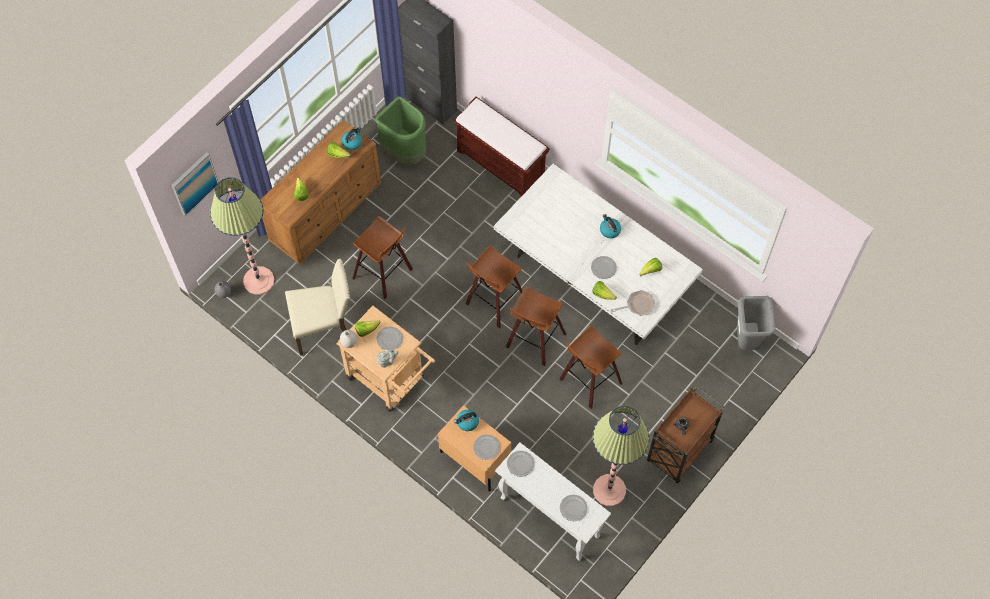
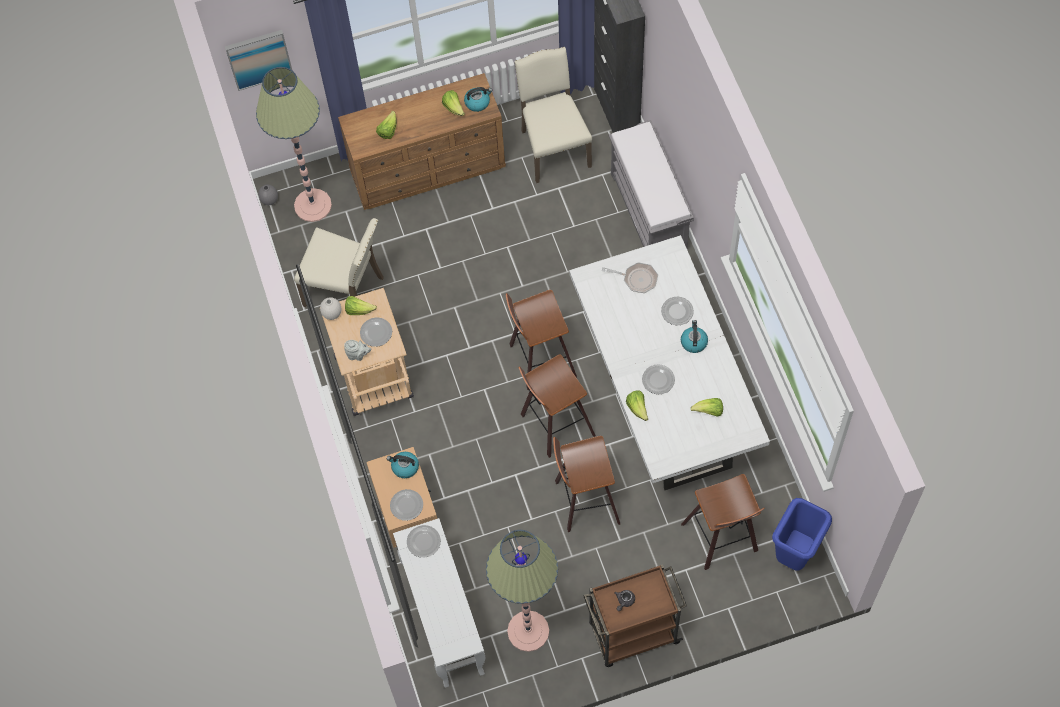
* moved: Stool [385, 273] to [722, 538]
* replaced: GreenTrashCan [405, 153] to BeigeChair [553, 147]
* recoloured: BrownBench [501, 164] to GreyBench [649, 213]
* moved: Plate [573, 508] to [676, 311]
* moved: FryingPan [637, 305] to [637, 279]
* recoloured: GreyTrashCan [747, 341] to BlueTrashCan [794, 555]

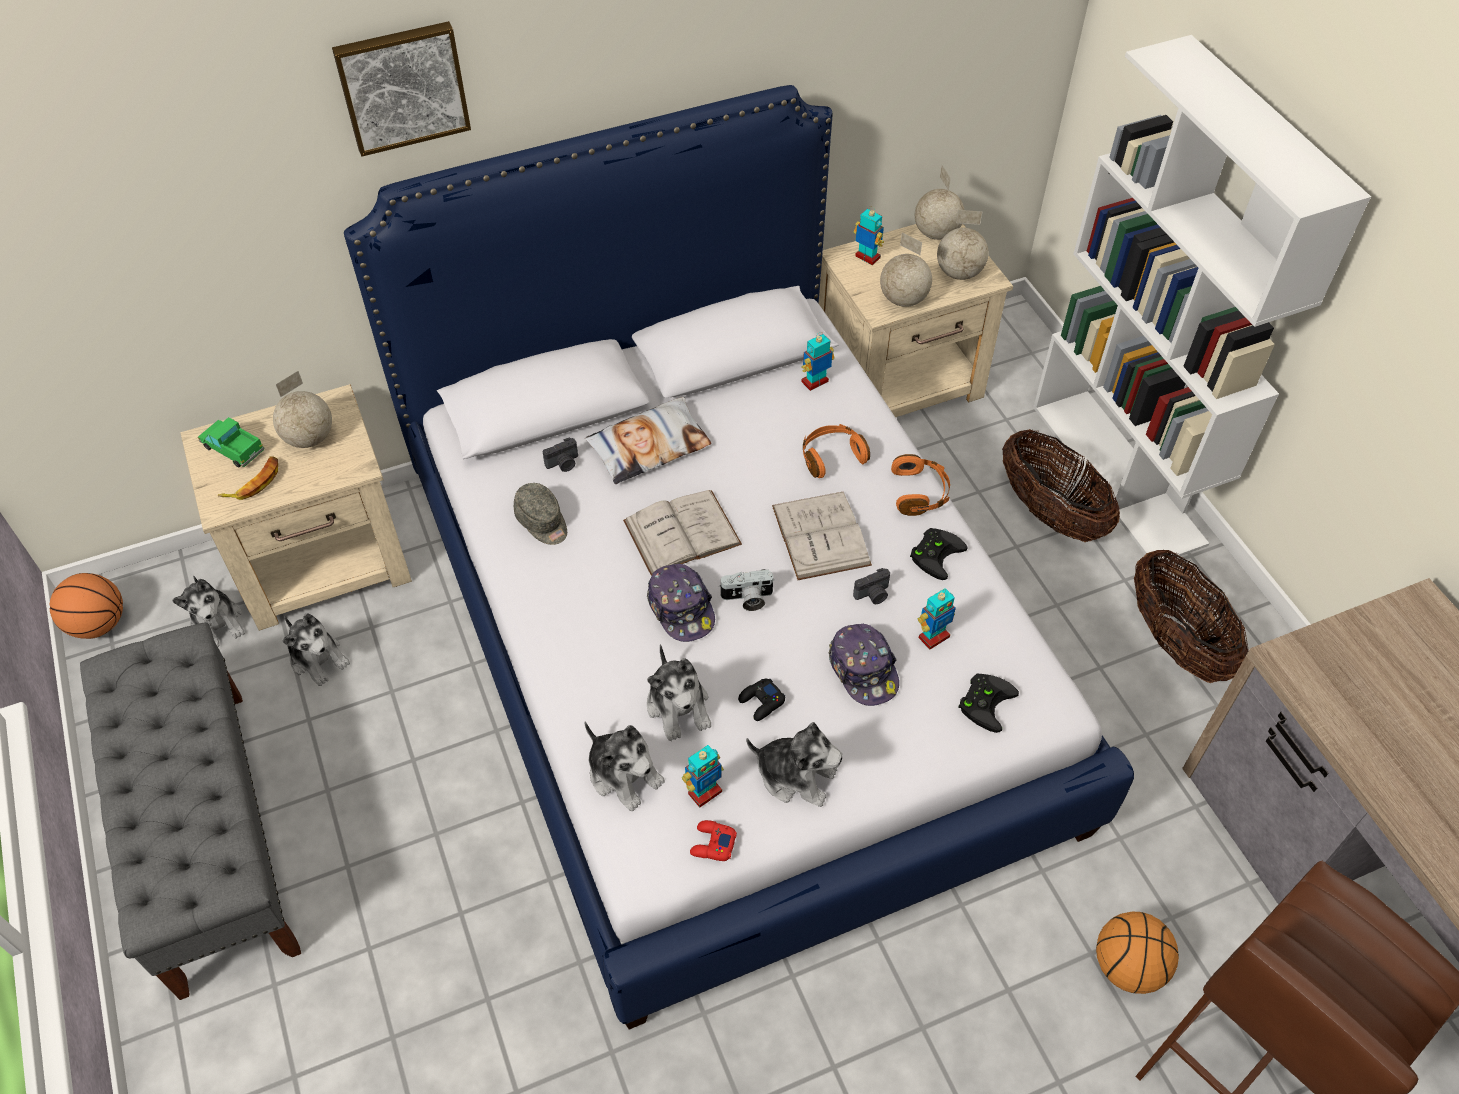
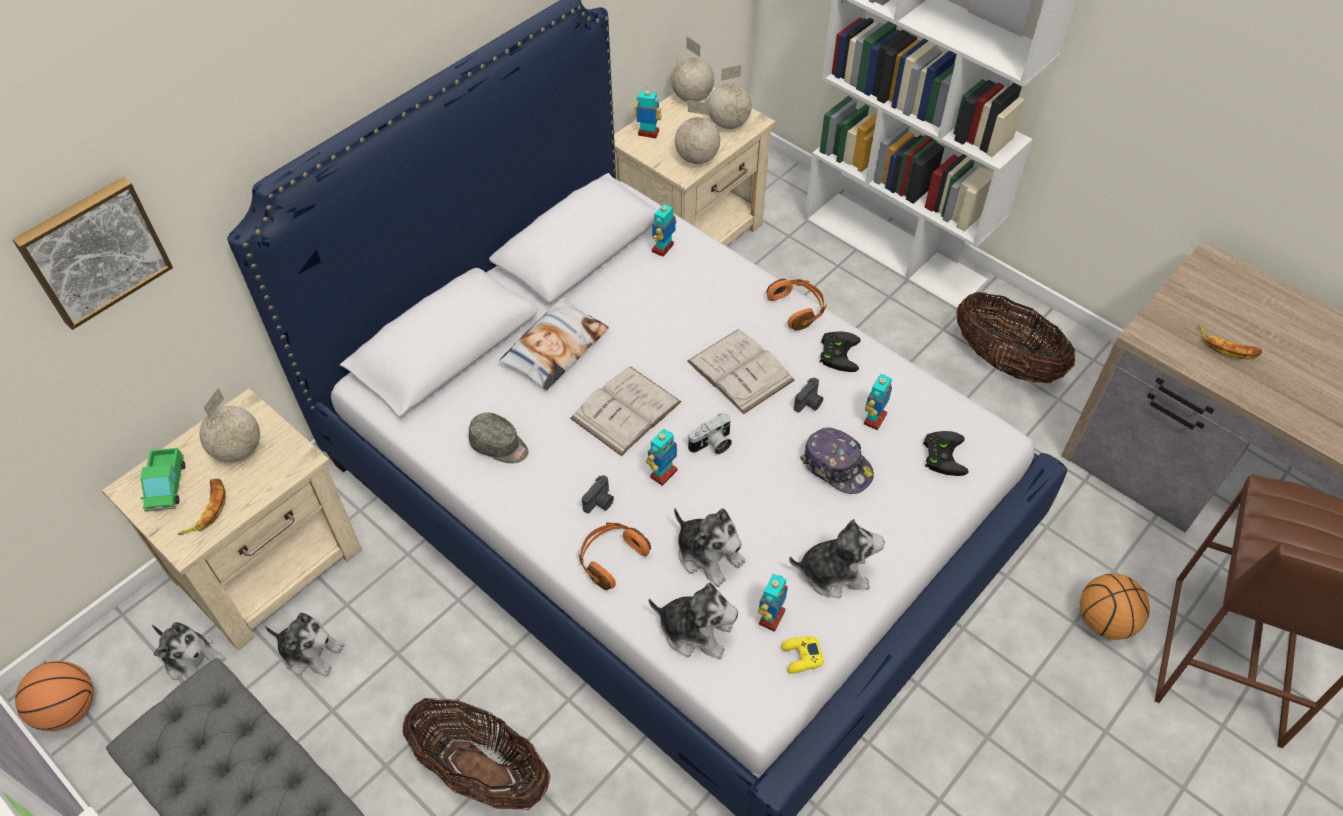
* turned: ToyTruck [233, 448] = [166, 486] 105 degrees counterclockwise
* moved: Picture [402, 86] to [93, 251]
* moved: PhotoCamera [563, 464] to [600, 502]
* replaced: Cap [681, 608] to ToyRobot [663, 473]
* recoloured: RedGameController [712, 844] to YellowGameController [801, 657]
* removed: BlackGameController [761, 702]
* moved: OrangeHeadphones [832, 456] to [611, 558]
* moved: Basket [1050, 513] to [482, 771]
* added: Banana [1227, 346]

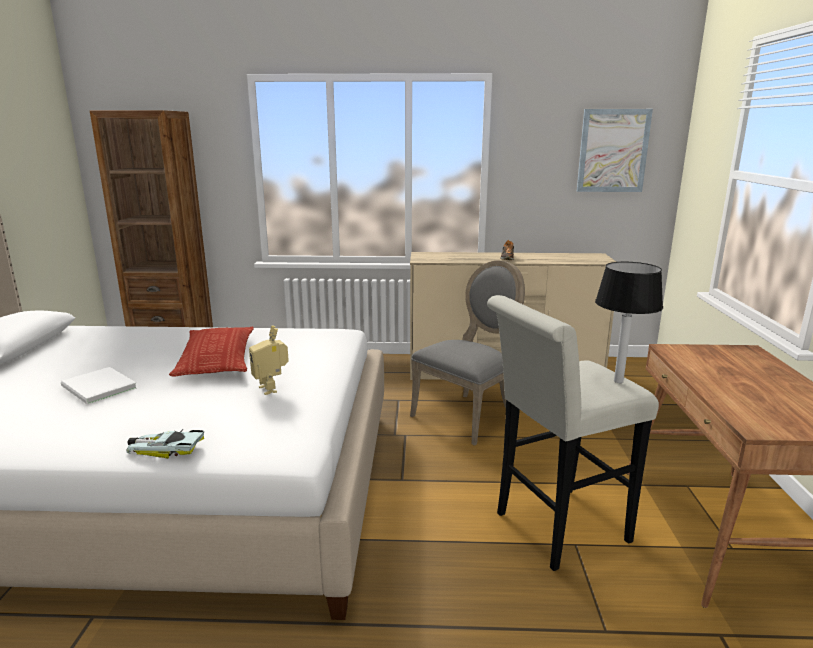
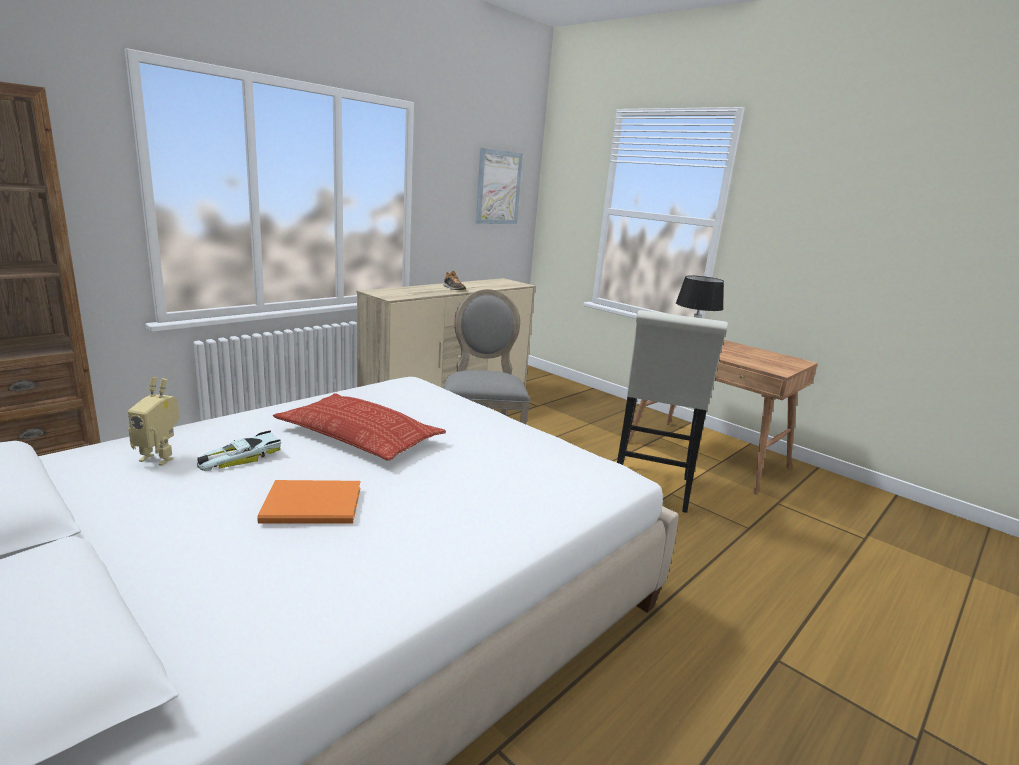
* recoloured: WhiteBook [98, 388] to OrangeBook [315, 506]
* moved: ToyCar [165, 448] to [238, 457]
* moved: ToyRobot [271, 389] to [160, 458]

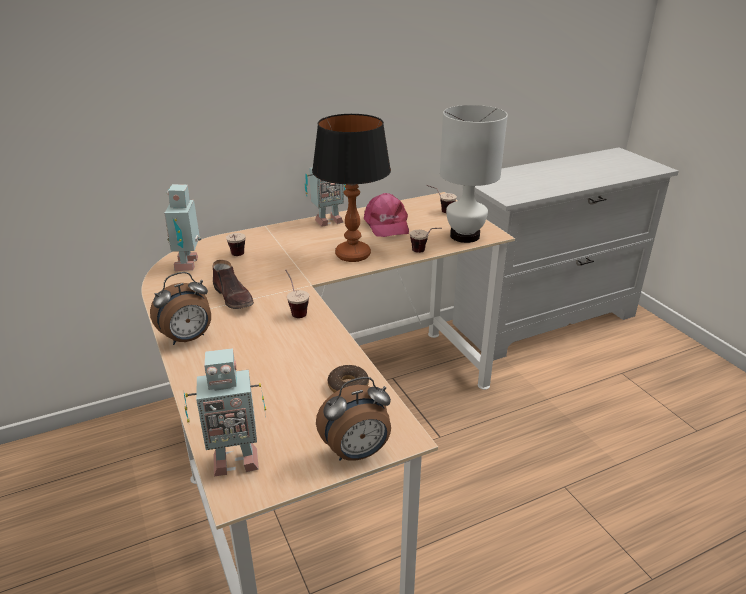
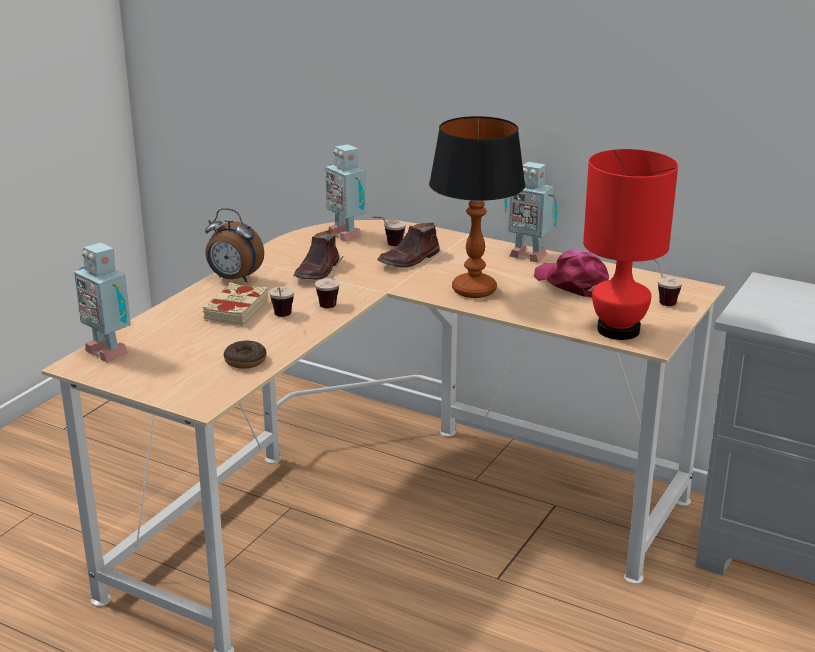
* turned: ToyRobot [189, 264] = [346, 234] 90 degrees counterclockwise
* removed: AlarmClock [357, 453]
* turned: PinkCap [386, 224] = [572, 283] 105 degrees clockwise
* moved: Cup [425, 252] to [281, 318]
* recoloured: WhiteTableLamp [464, 235] to RedTableLamp [618, 330]
* added: BeigeBook [235, 310]
* added: BrownShoe [409, 260]

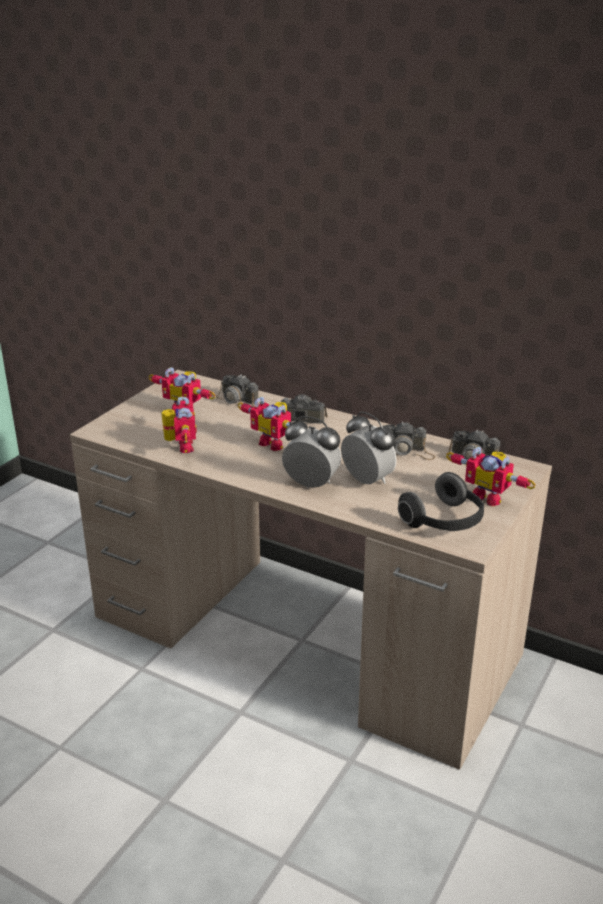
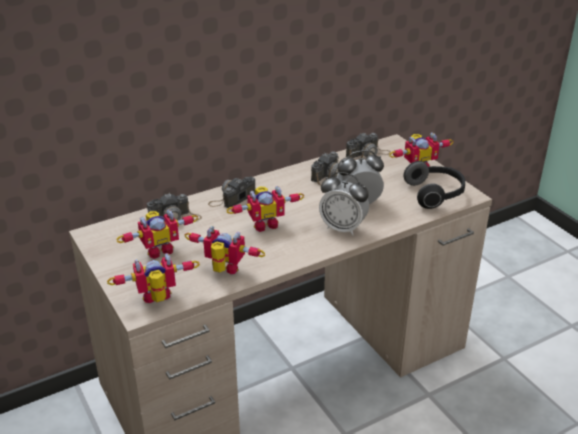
* turned: AlarmClock [311, 484] = [343, 228] 120 degrees counterclockwise
* added: ToyRobot [158, 300]

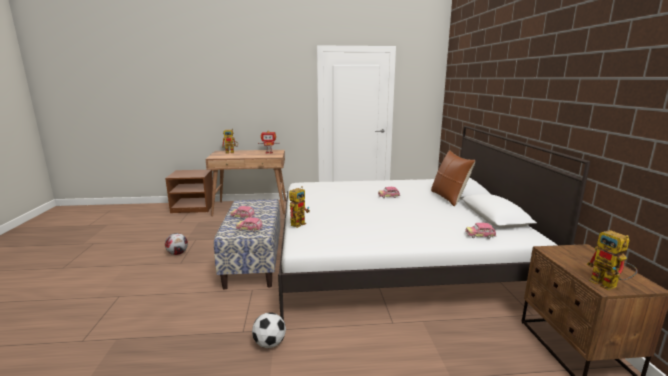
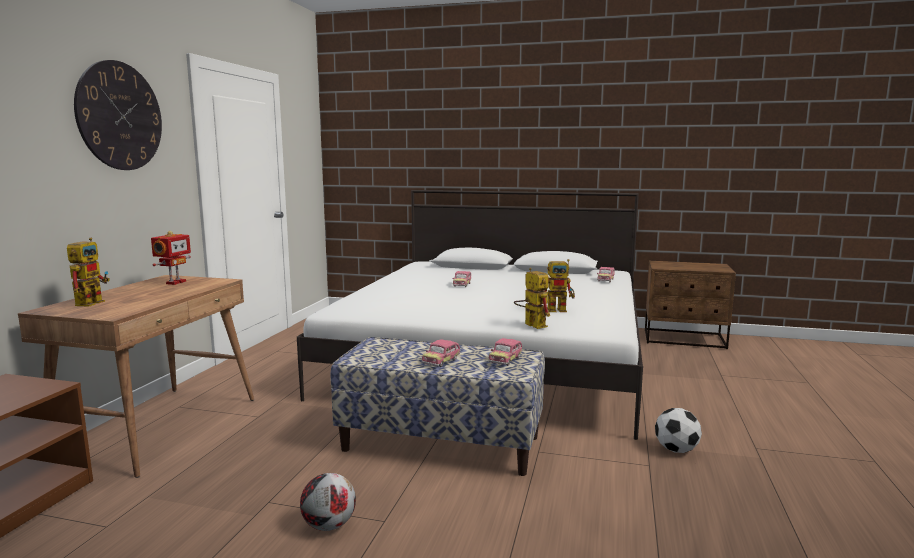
* removed: BrownPillow [449, 198]
* moved: ToyRobot [609, 285] to [560, 310]
* added: WallClock [120, 116]

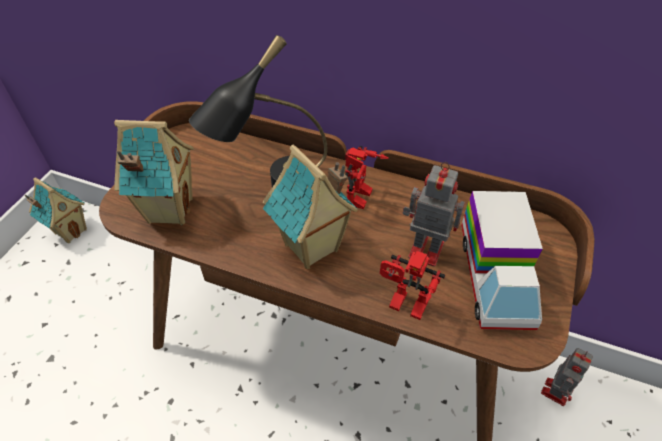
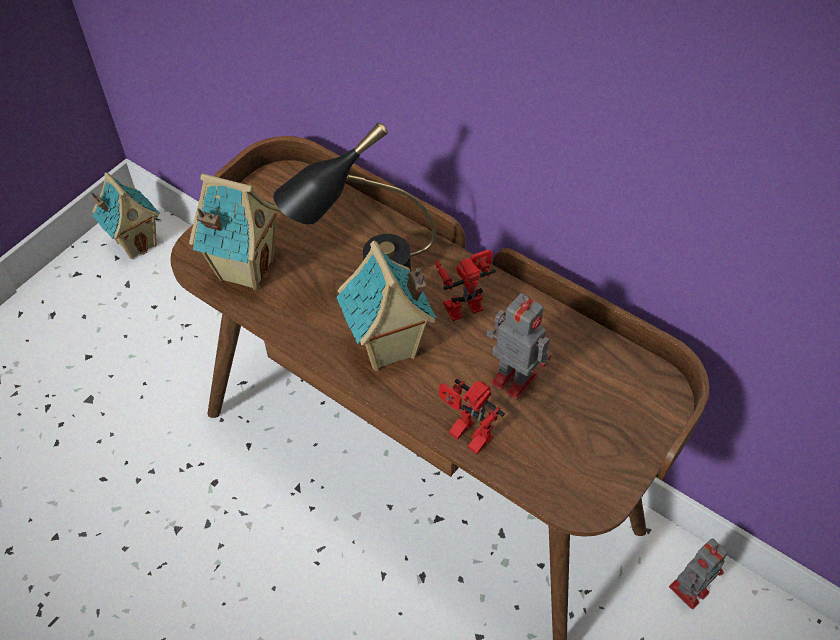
* turned: ToyRobot [362, 199] = [463, 302] 150 degrees counterclockwise
* removed: ToyTruck [494, 277]

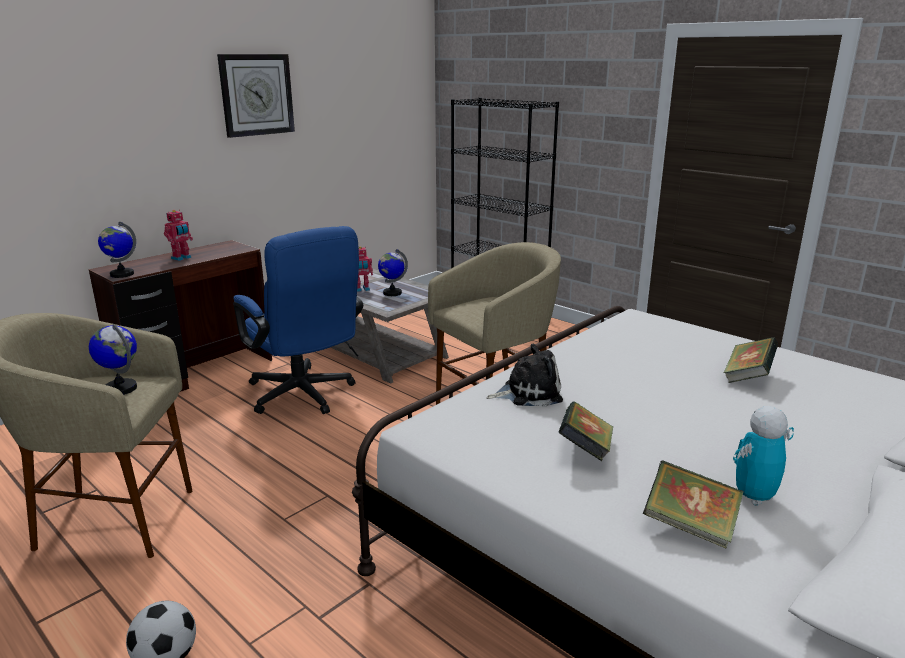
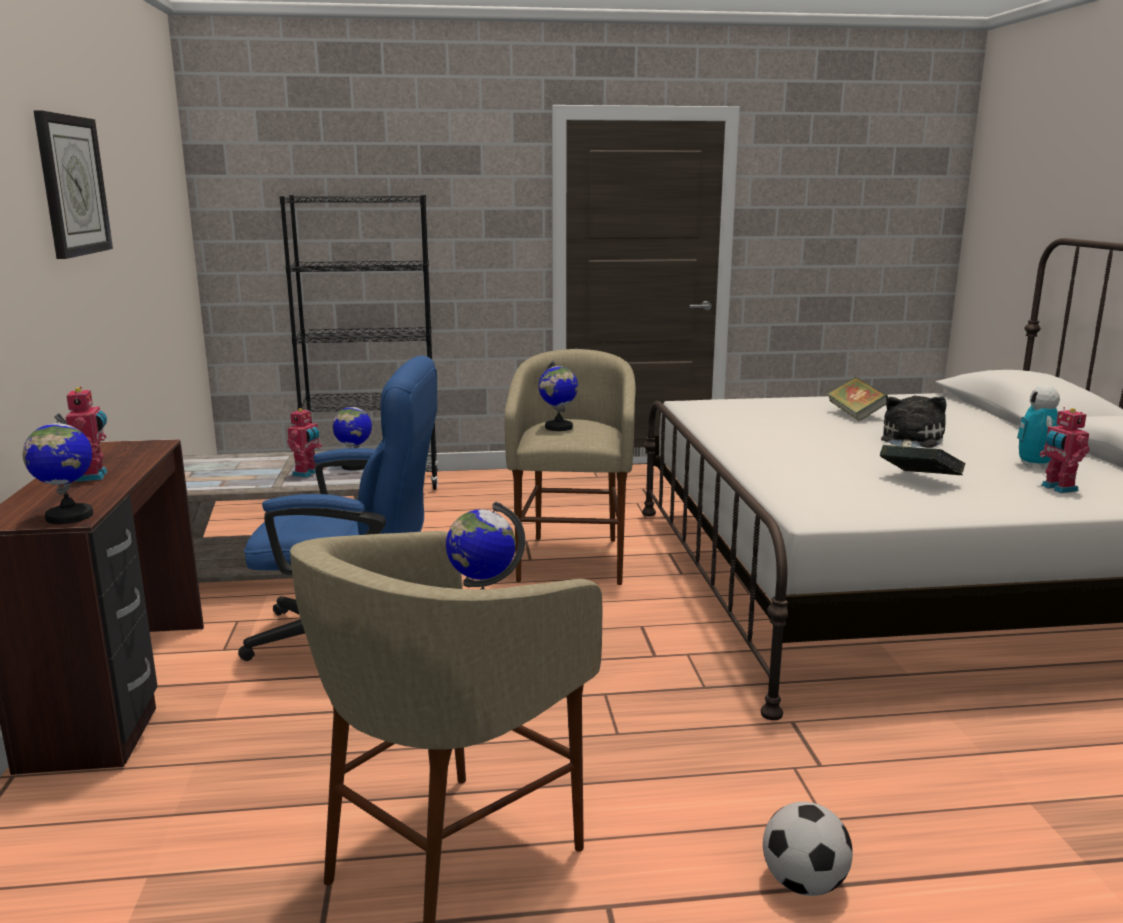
* moved: PlushToy [528, 393] to [909, 441]
* replaced: Book [689, 526] to ToyRobot [1057, 488]
* added: Globe [558, 427]

